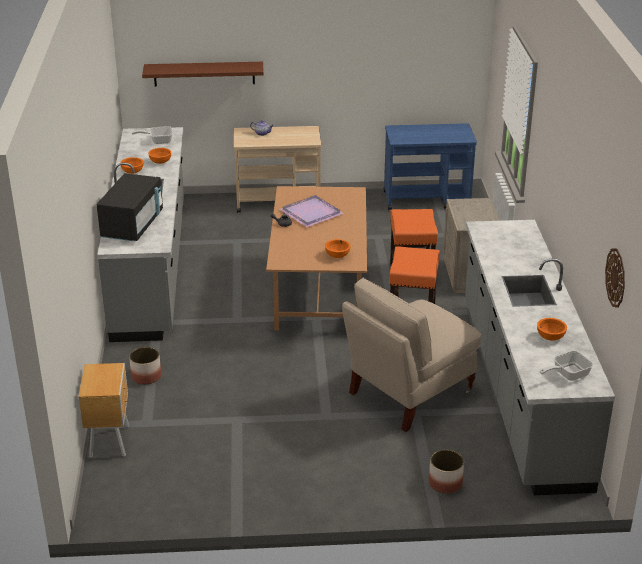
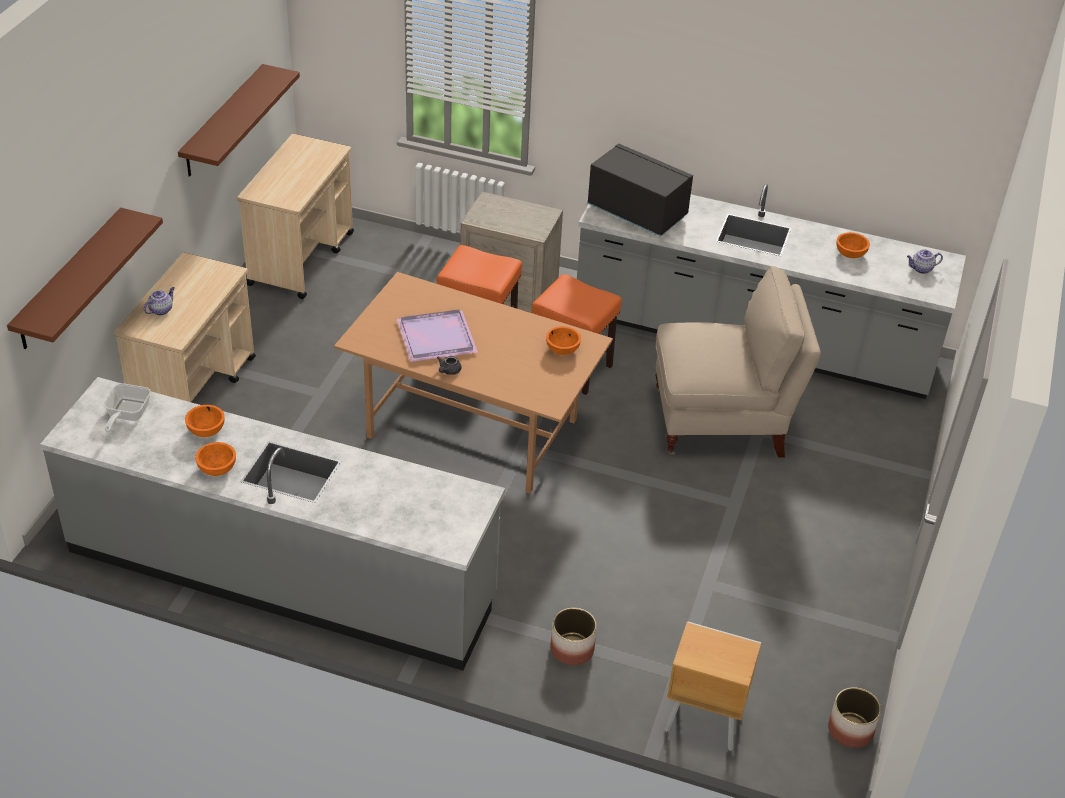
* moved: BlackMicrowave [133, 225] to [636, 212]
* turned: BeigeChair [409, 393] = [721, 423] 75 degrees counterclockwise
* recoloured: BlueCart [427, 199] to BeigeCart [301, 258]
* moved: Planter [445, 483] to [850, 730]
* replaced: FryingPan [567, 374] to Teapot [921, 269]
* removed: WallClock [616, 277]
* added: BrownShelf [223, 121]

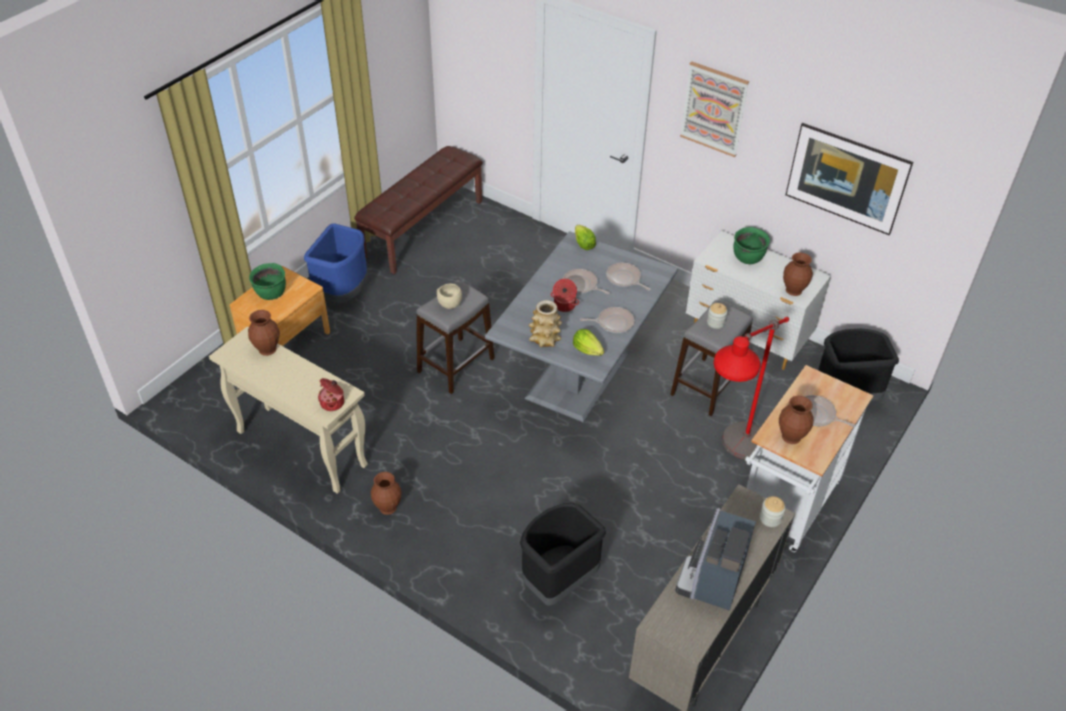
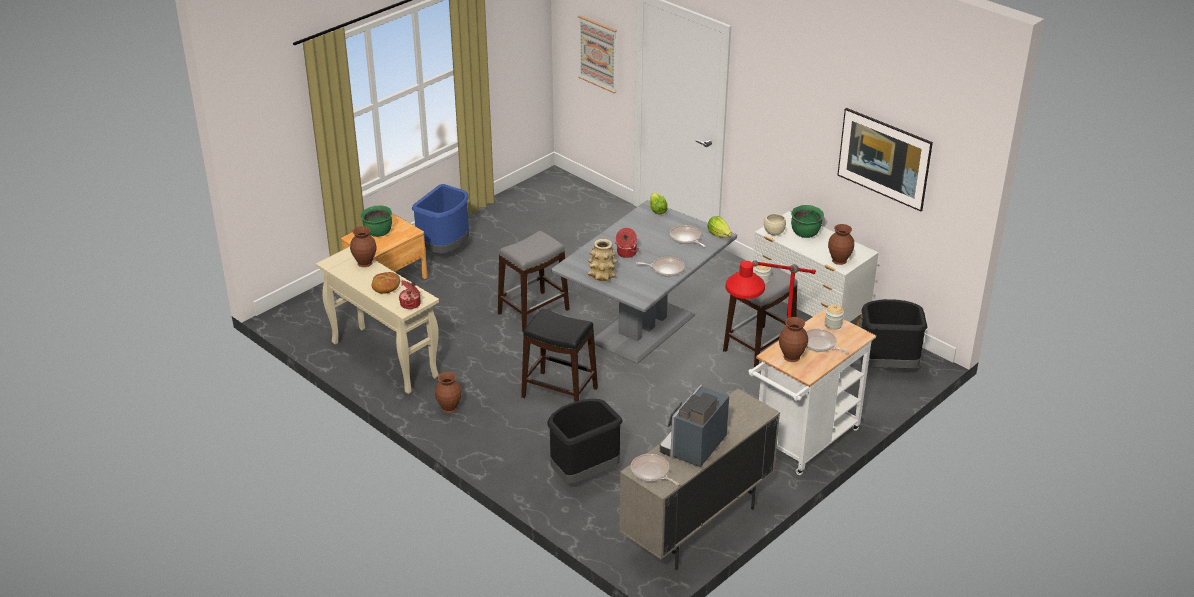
* removed: BrownBench [422, 228]
* moved: BeigeBowl [449, 305] to [773, 233]
* moved: FryingPan [581, 285] to [651, 472]
* moved: Lettuce [587, 350] to [719, 234]
* moved: Picture [714, 109] to [598, 53]
* moved: Jar [770, 518] to [833, 324]
* added: Bread [385, 287]
* added: BlackStool [559, 393]

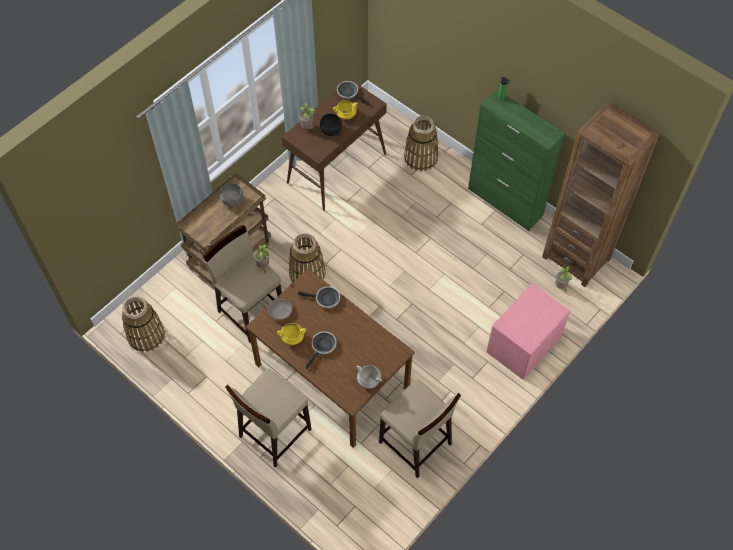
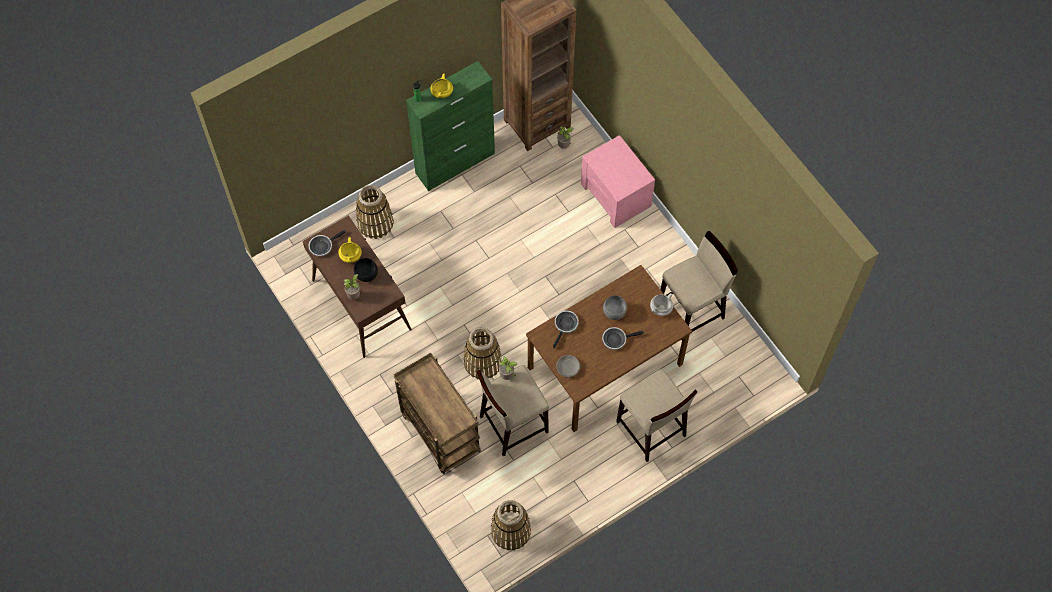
* moved: GreyBowl [233, 200] to [614, 311]
* moved: YellowCookingPot [293, 338] to [441, 92]
* turned: FryingPan [323, 347] = [616, 339] 60 degrees counterclockwise

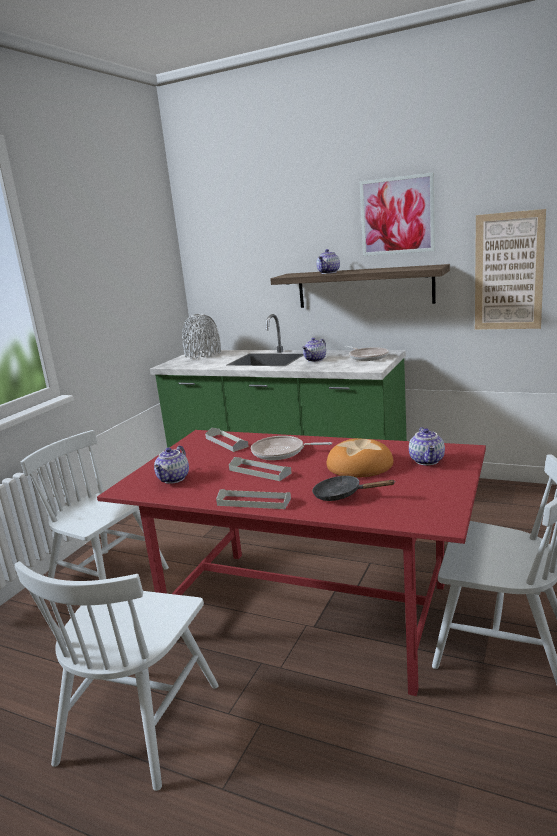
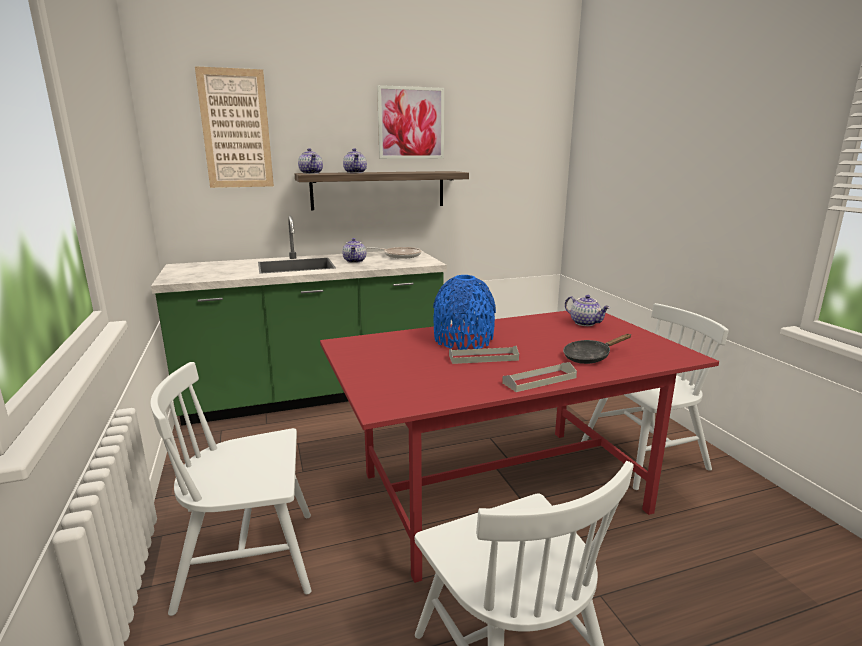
* moved: Teapot [174, 479] to [311, 173]
* removed: GreyVase [203, 354]
* removed: GreyTray [226, 442]
* replaced: FryingPan [281, 452] to BlueVase [463, 340]
* removed: Bread [360, 465]
* moved: Picture [508, 272] to [236, 129]

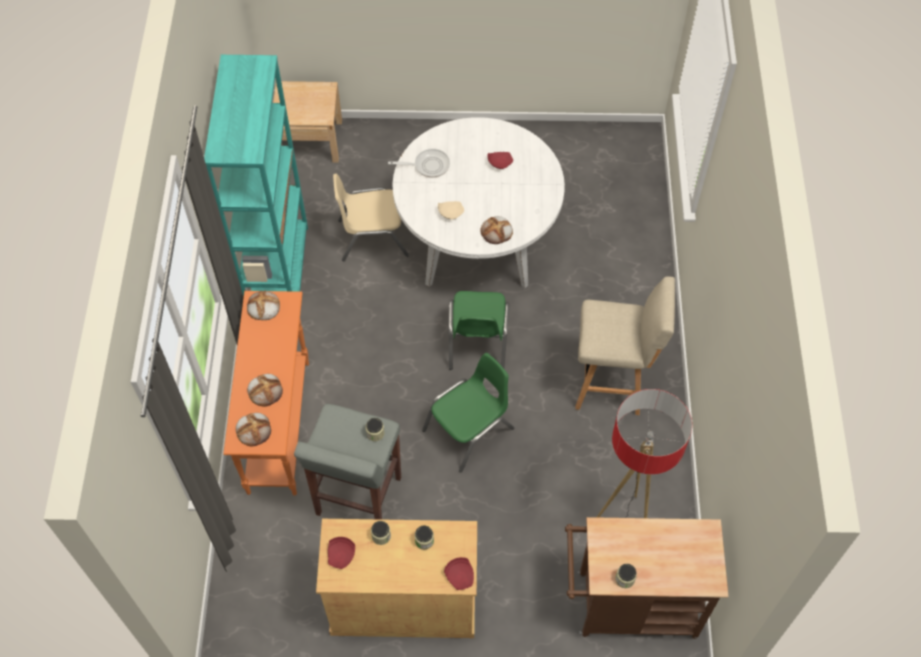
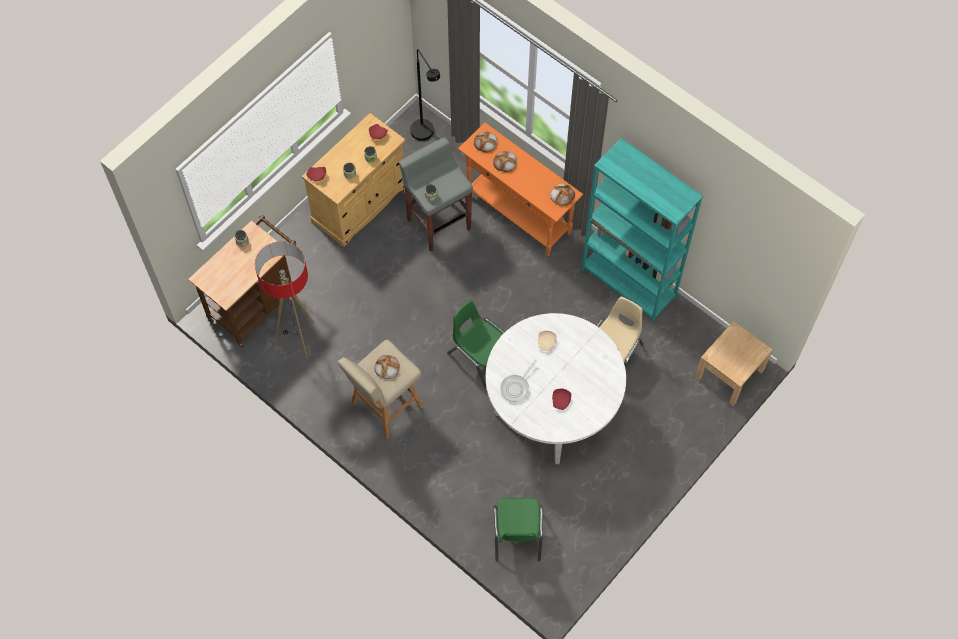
* moved: FryingPan [428, 165] to [516, 387]
* moved: GreenChair [469, 430] to [517, 534]
* moved: Bread [497, 231] to [387, 368]
* added: BlackFloorLamp [426, 135]

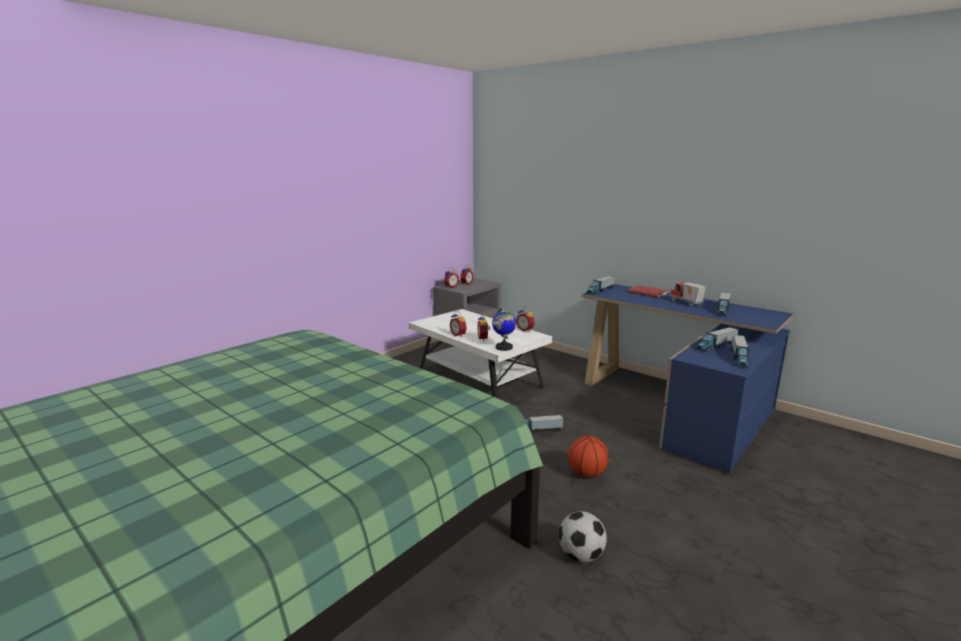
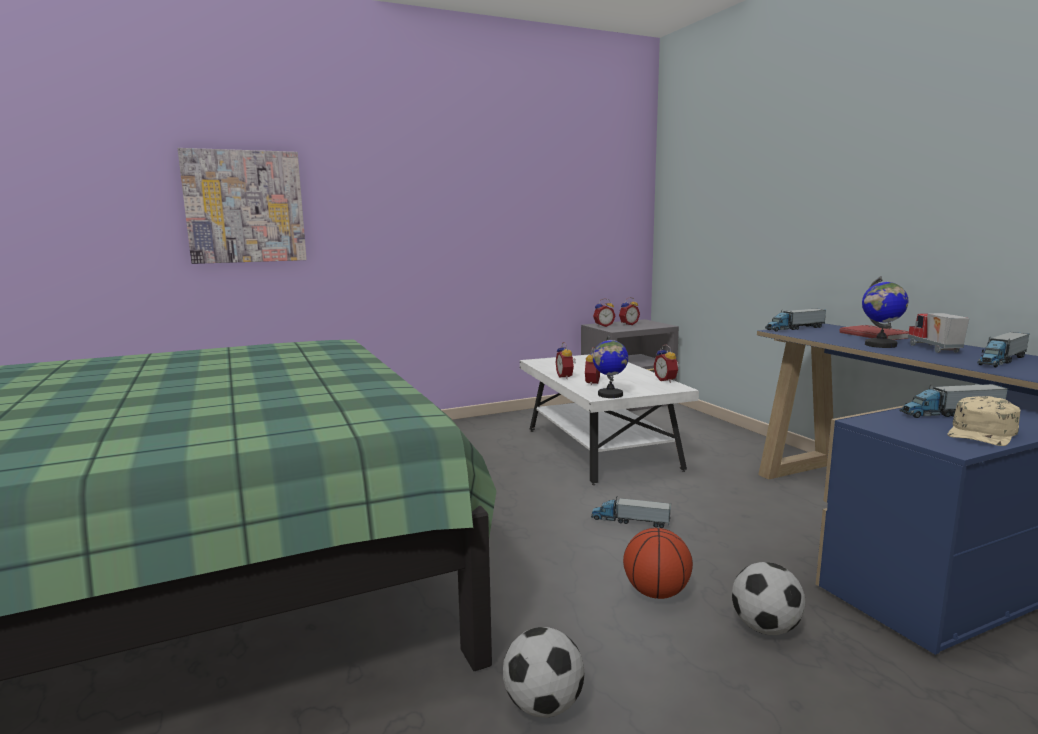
* replaced: ToyTruck [739, 357] to BeigeCap [982, 433]
* added: Picture [245, 207]
* added: Football [765, 628]
* added: Globe [880, 345]

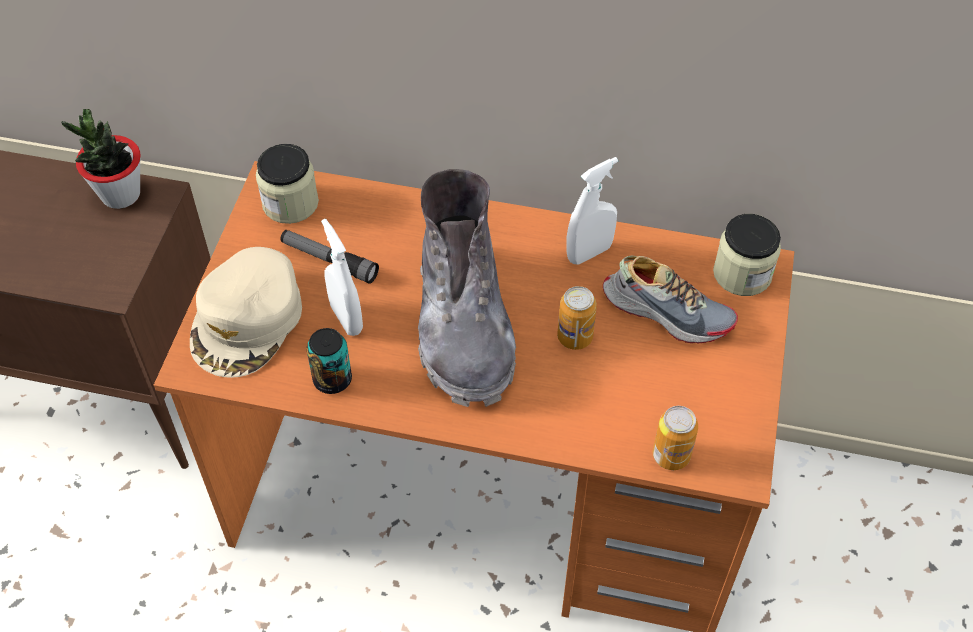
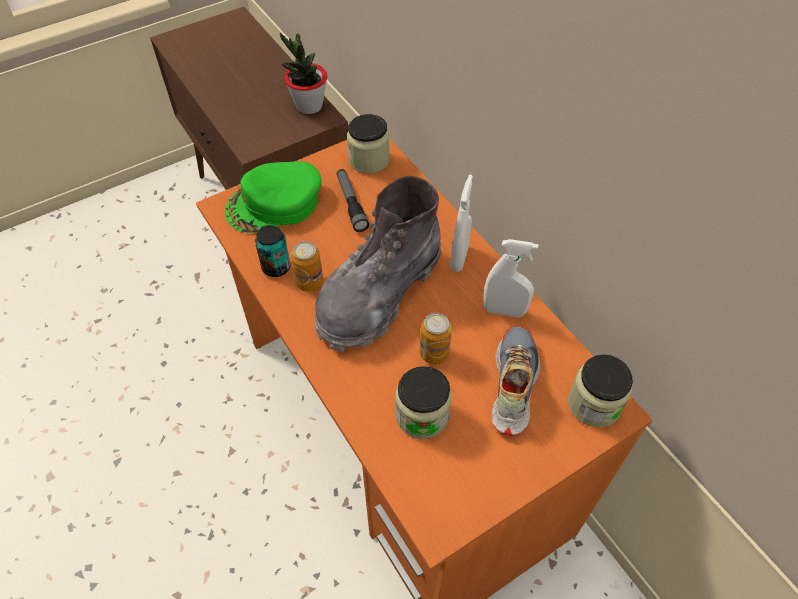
* recoloured: BeigeCap [248, 320] to GreenCap [275, 204]
* moved: WhiteSprayBottle [346, 319] to [459, 258]
* turned: Shoe [667, 311] = [512, 385] 150 degrees counterclockwise
* moved: Can [671, 455] to [309, 282]
* added: Jar [422, 415]

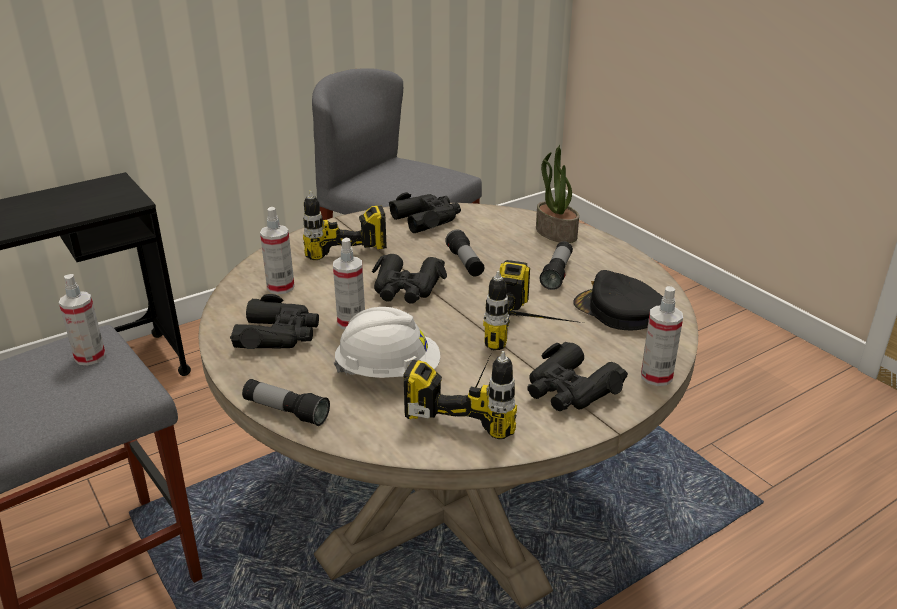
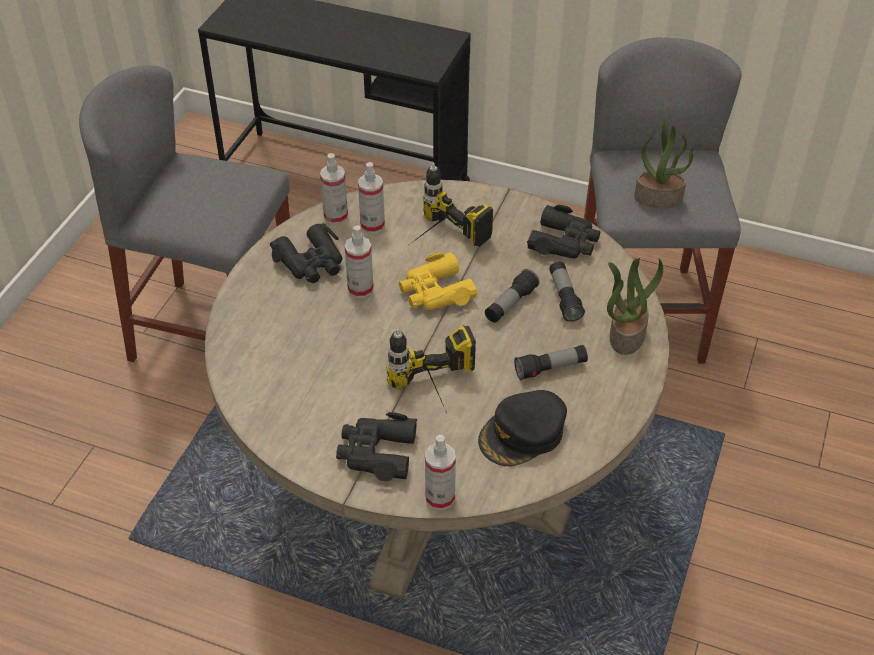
* moved: SprayBottle [90, 357] to [336, 216]
* moved: Flashlight [286, 411] to [564, 298]
* removed: WhiteHardHat [388, 372]
* recoloured: BlackBinoculars [406, 288] to YellowBinoculars [435, 292]
* removed: PowerDrill [471, 403]
* turned: BlackCap [617, 310] = [523, 434] 135 degrees counterclockwise
* added: PottedPlant [659, 198]

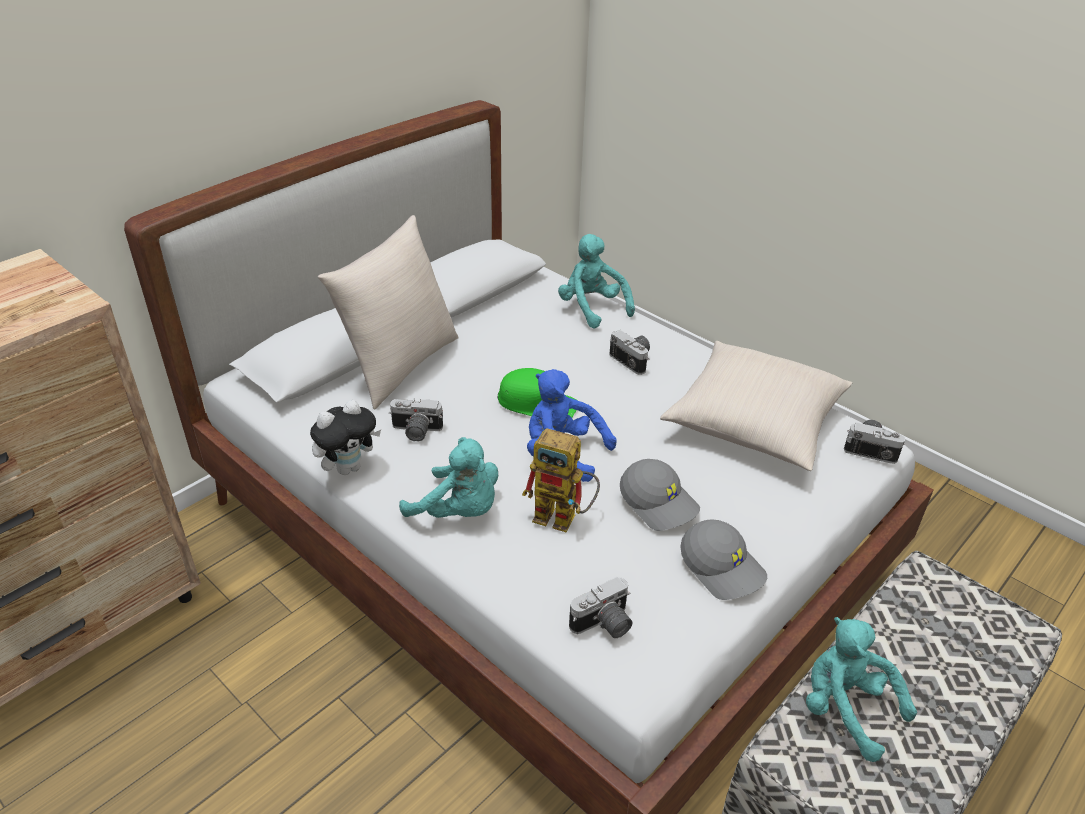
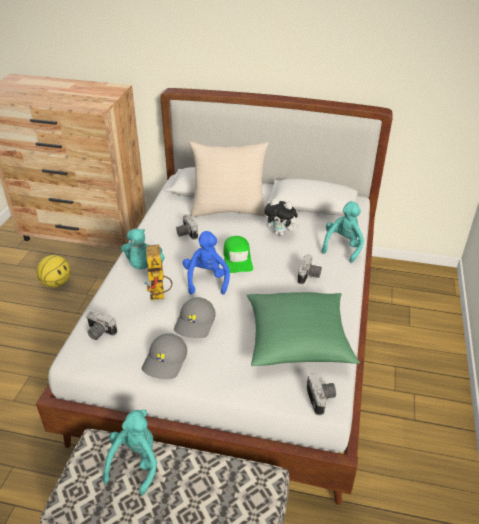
* moved: PlushToy [348, 467] to [280, 233]
* recoloured: BeigePillow [753, 423] to GreenPillow [298, 340]
* added: Basketball [57, 283]

